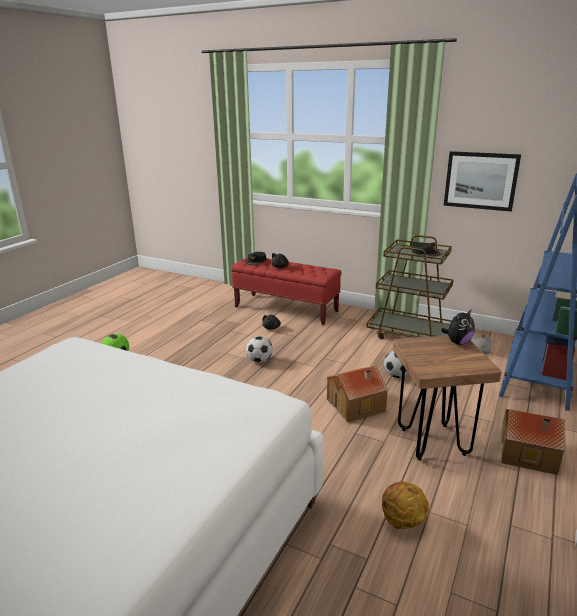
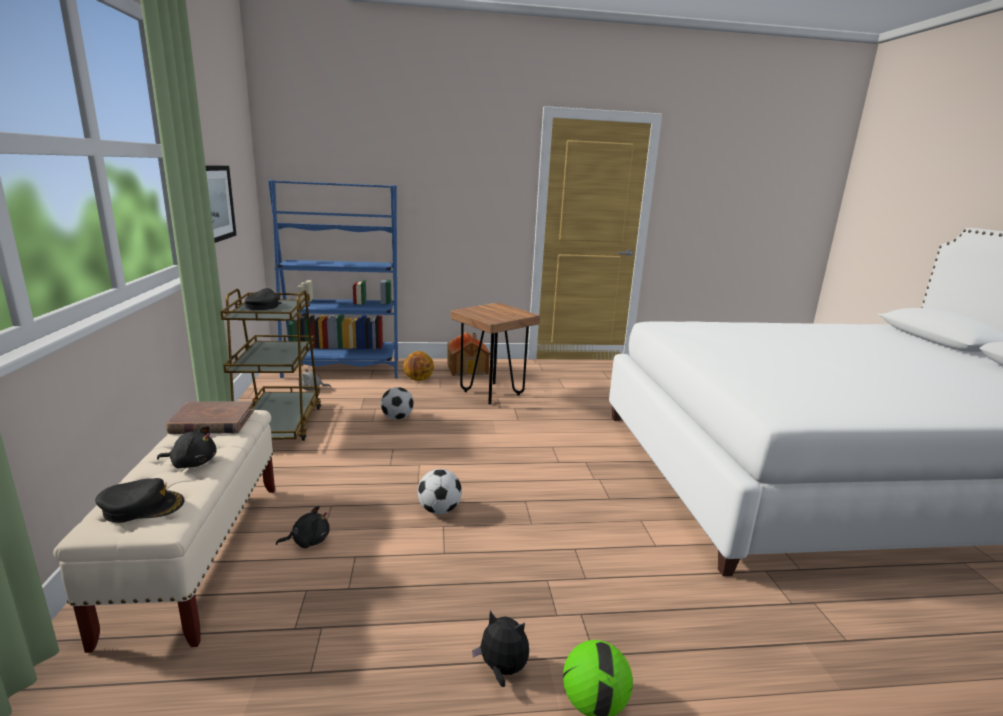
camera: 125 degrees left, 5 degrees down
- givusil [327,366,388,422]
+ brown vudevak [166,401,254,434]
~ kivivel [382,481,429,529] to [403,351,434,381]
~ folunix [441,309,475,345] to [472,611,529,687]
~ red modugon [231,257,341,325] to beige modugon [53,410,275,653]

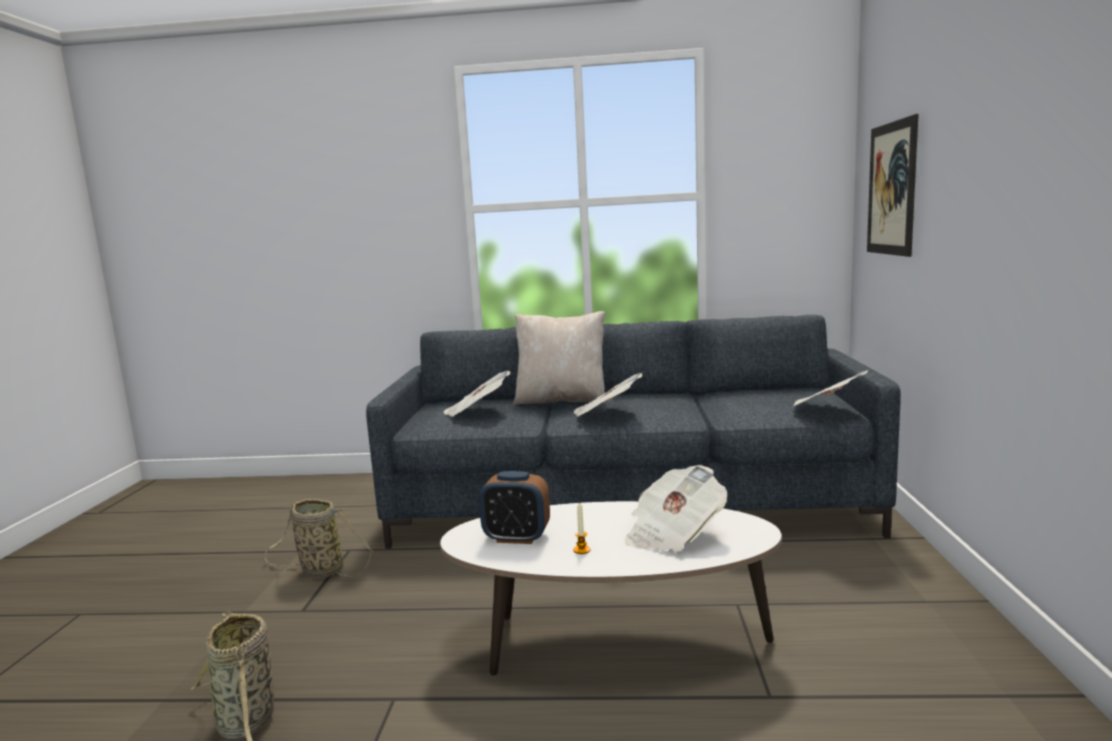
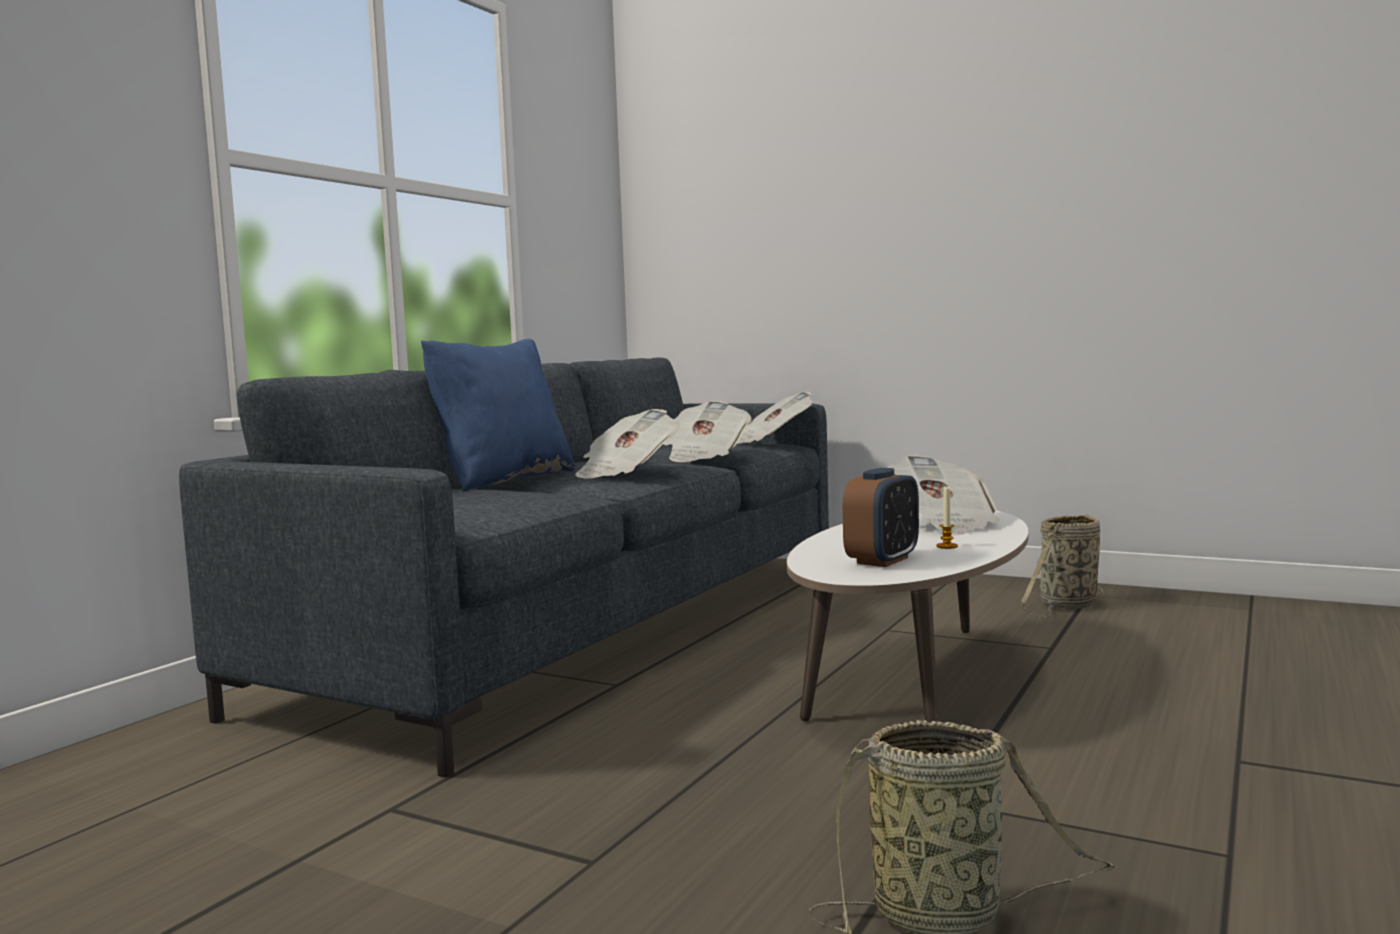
camera: 65 degrees left, 5 degrees down
- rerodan [867,114,919,257]
~ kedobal [264,499,373,578] to [1020,514,1103,618]
~ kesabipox [443,371,510,417] to [664,401,752,462]
~ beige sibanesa [513,311,606,405] to blue sibanesa [421,339,575,491]

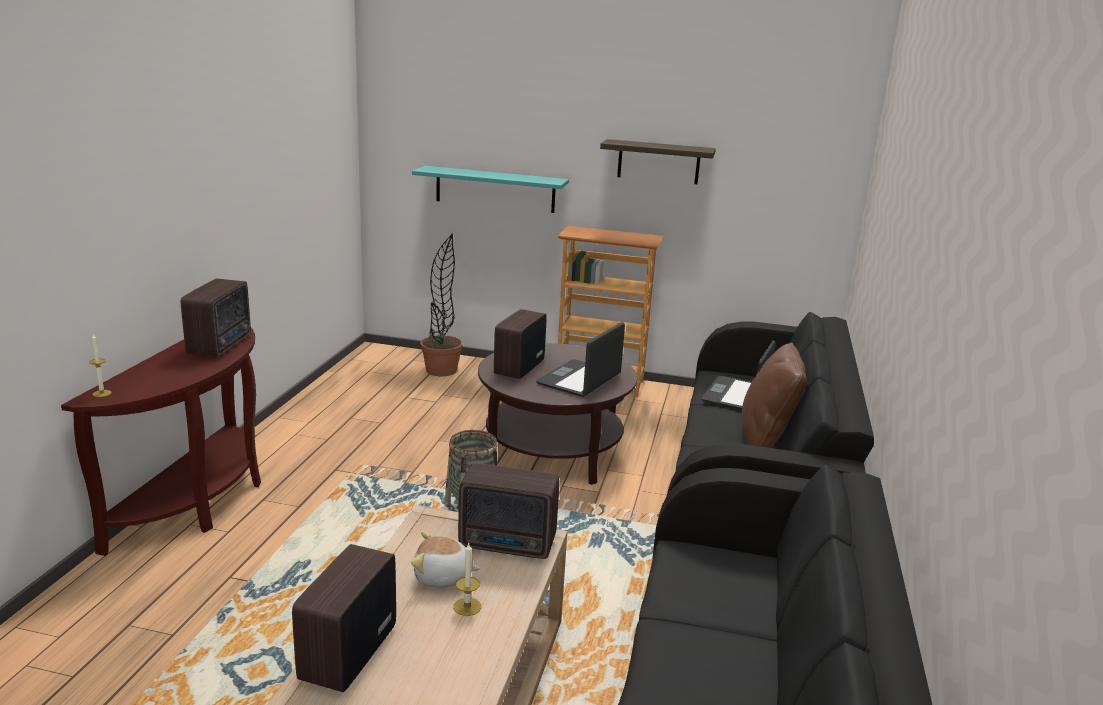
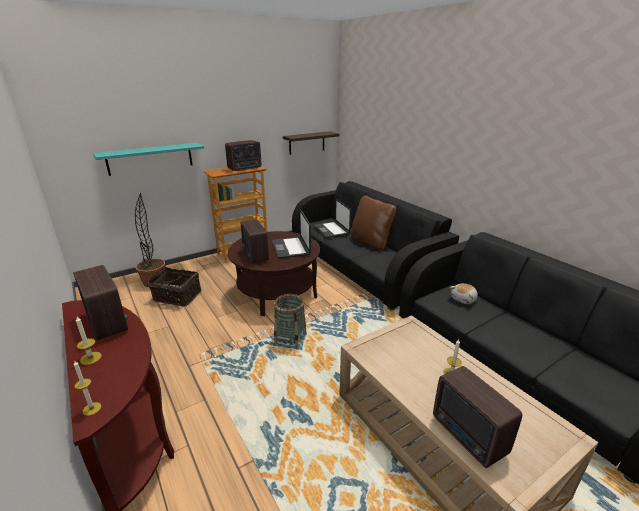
camera: 45 degrees left, 5 degrees up
+ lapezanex [76,317,102,365]
+ kedobal [147,267,202,306]
~ folunix [411,531,481,587] to [449,283,478,304]
~ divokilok [458,463,559,559] to [225,140,261,171]
~ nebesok [600,139,716,184] to [283,131,339,155]

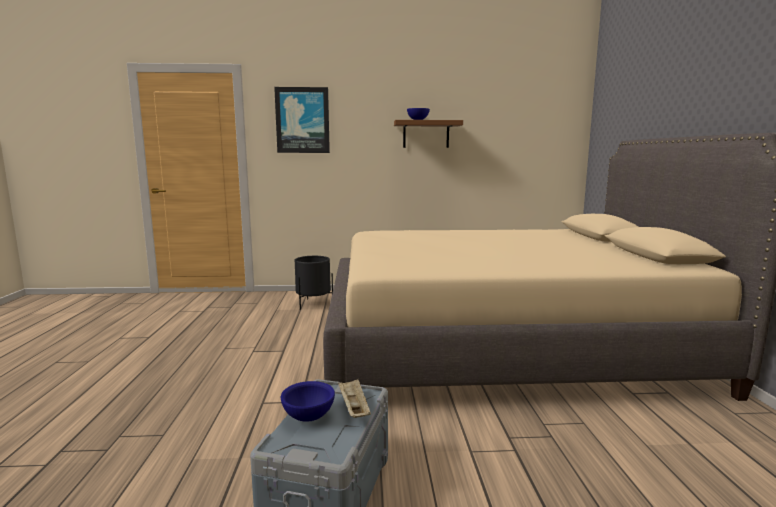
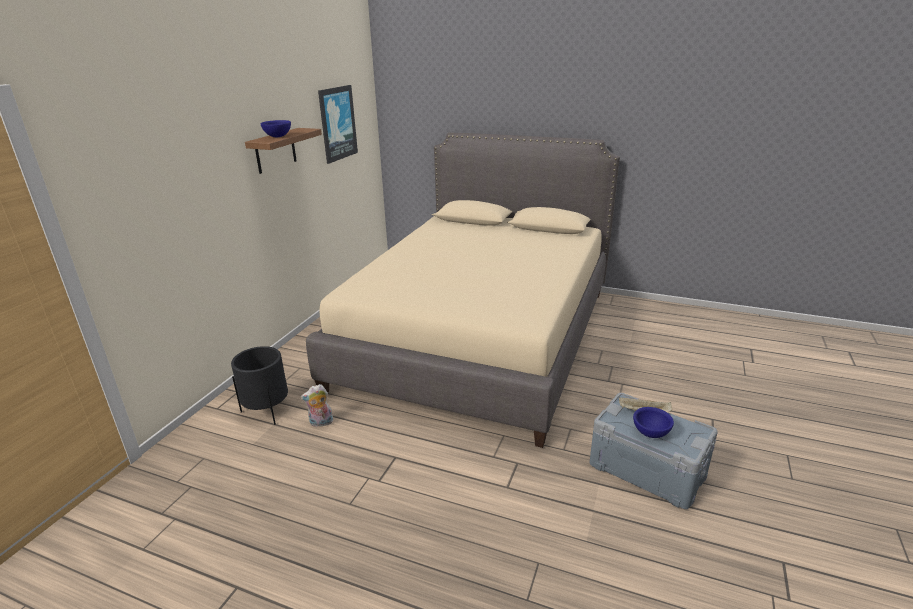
camera: 65 degrees left, 15 degrees up
+ folunix [301,384,333,427]
~ rerodan [274,87,330,153] to [318,85,358,164]

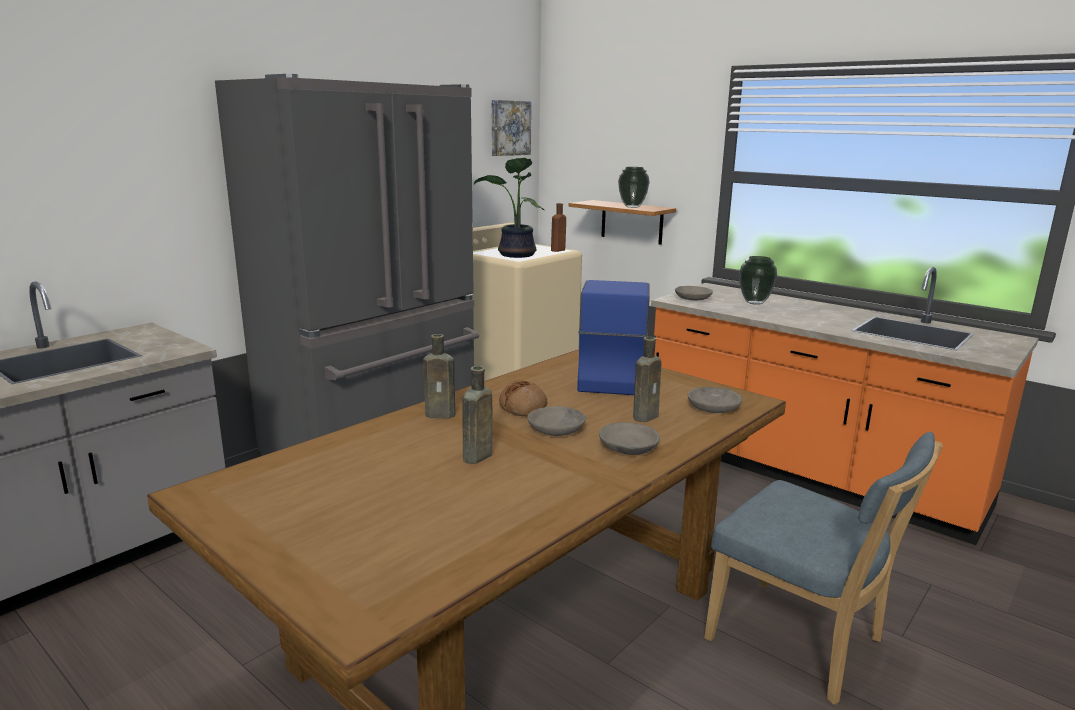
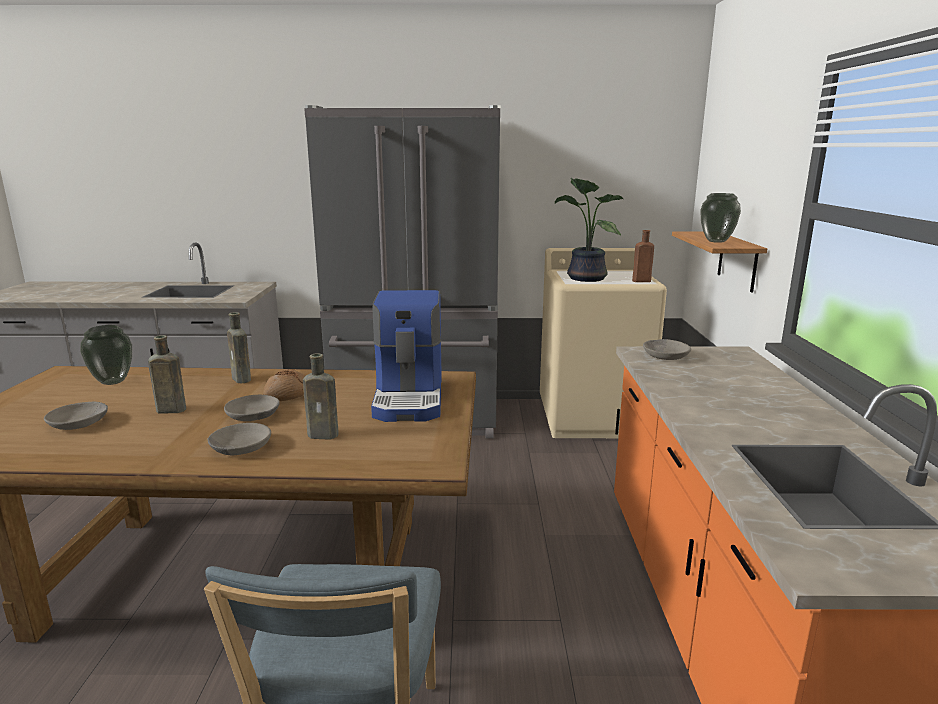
camera: 50 degrees right, 0 degrees up
- rerodan [492,100,531,156]
~ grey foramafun [688,387,742,413] to [44,402,108,430]
~ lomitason [739,256,777,305] to [80,325,132,385]
~ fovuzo [577,280,650,395] = [371,290,442,422] 120 degrees clockwise

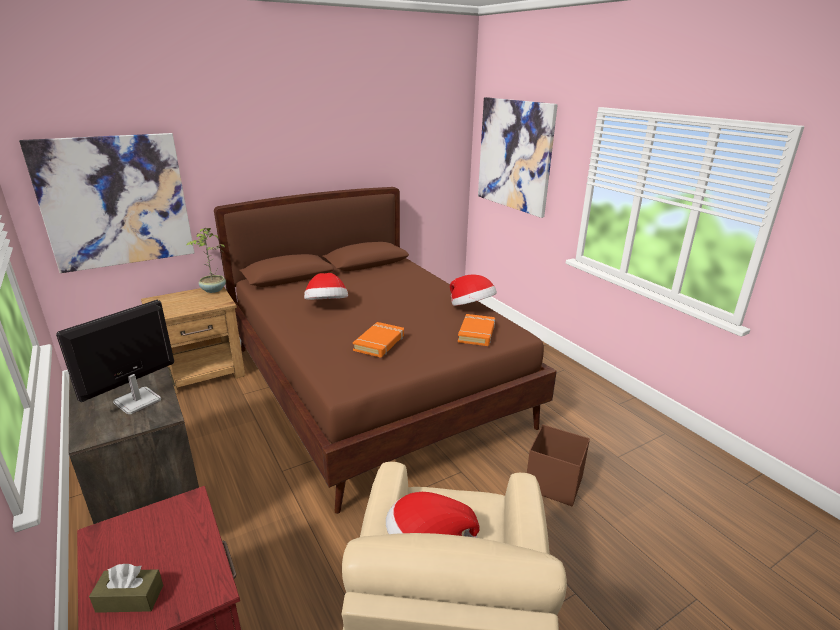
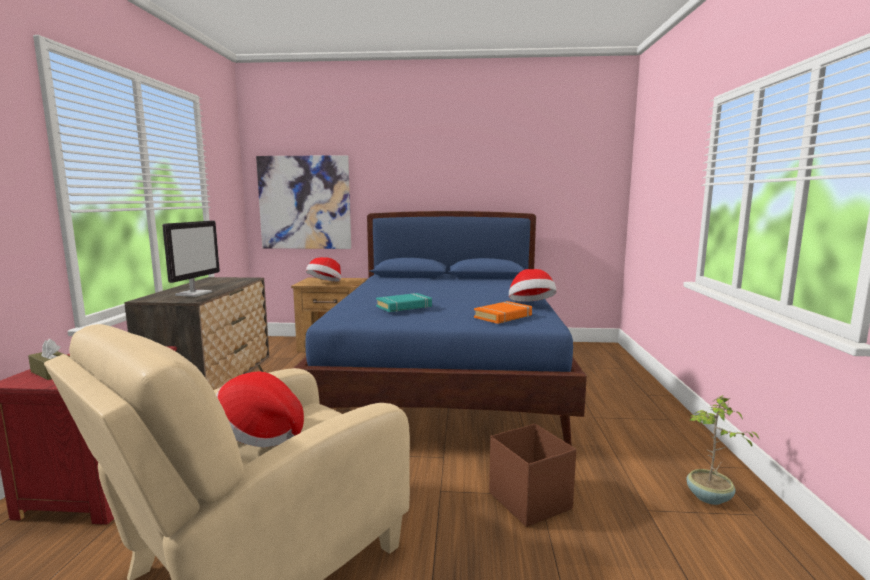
camera: 35 degrees right, 15 degrees down
- rerodan [478,97,558,218]
~ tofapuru [187,227,226,293] to [686,395,759,505]
~ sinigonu [304,273,348,300] to [306,257,341,282]
~ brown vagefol [214,187,557,514] to blue vagefol [293,211,587,446]
~ orange vudevak [353,322,404,358] to turquoise vudevak [376,293,432,312]
~ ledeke [56,300,174,414] = [162,221,220,297] 120 degrees clockwise

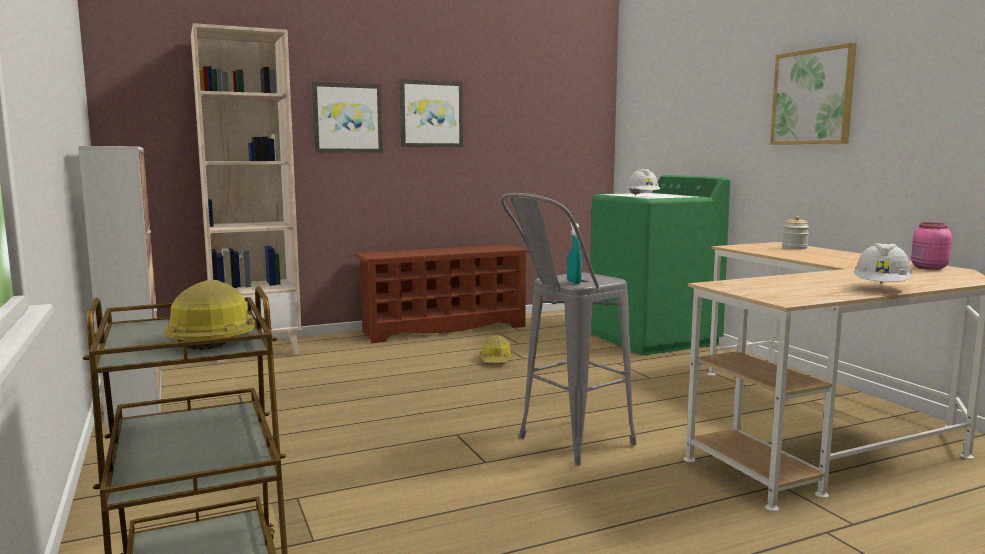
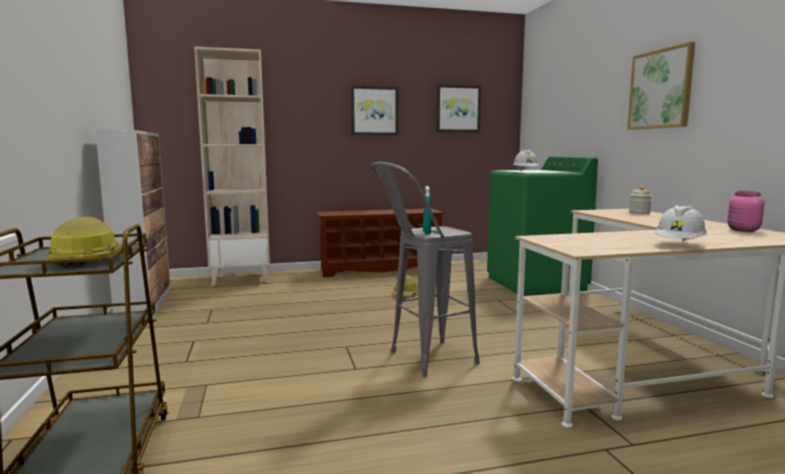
camera: 10 degrees right, 0 degrees up
~ rerodan [312,82,383,153] to [436,84,481,132]

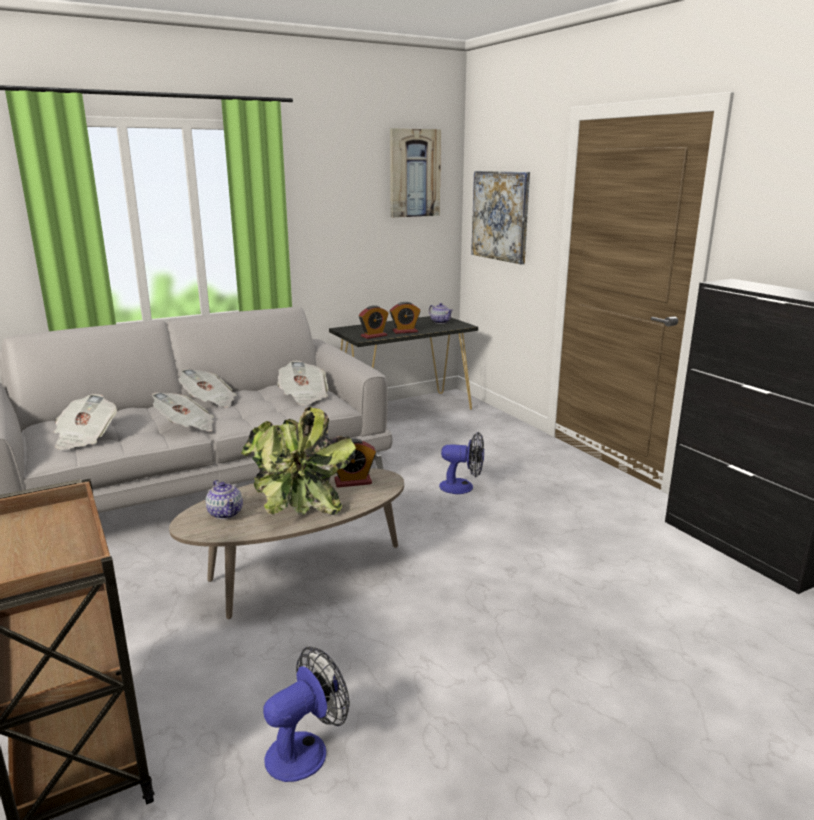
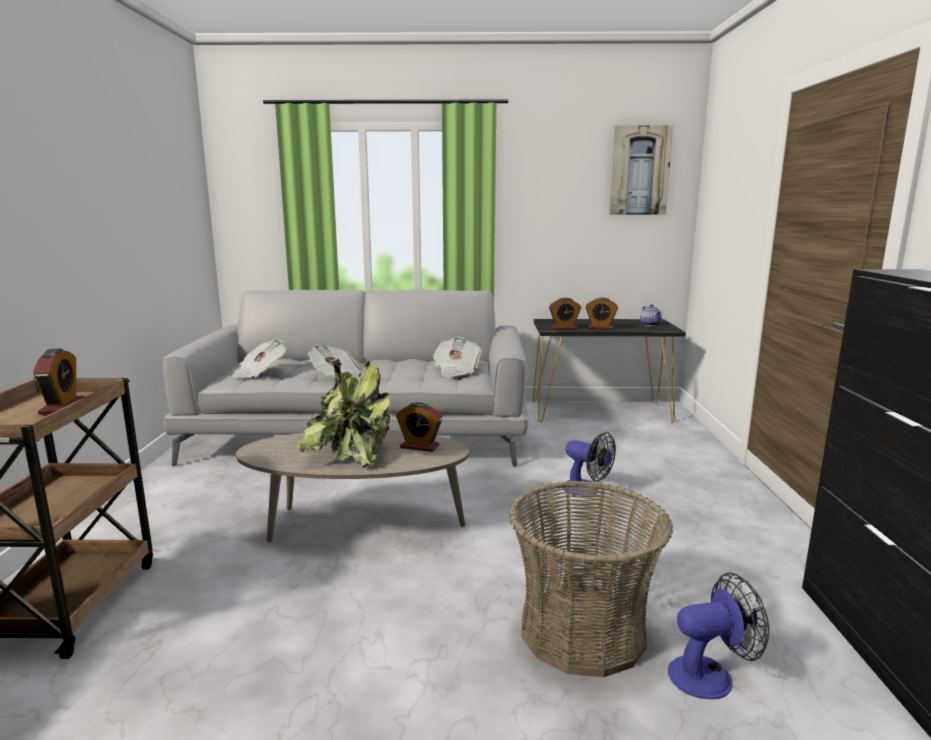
camera: 30 degrees right, 5 degrees down
- kesabipox [178,369,237,407]
- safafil [206,480,243,519]
- rerodan [471,171,530,264]
+ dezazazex [33,348,85,415]
+ kedobal [509,481,673,677]
~ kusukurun [263,646,350,782] to [668,572,769,699]

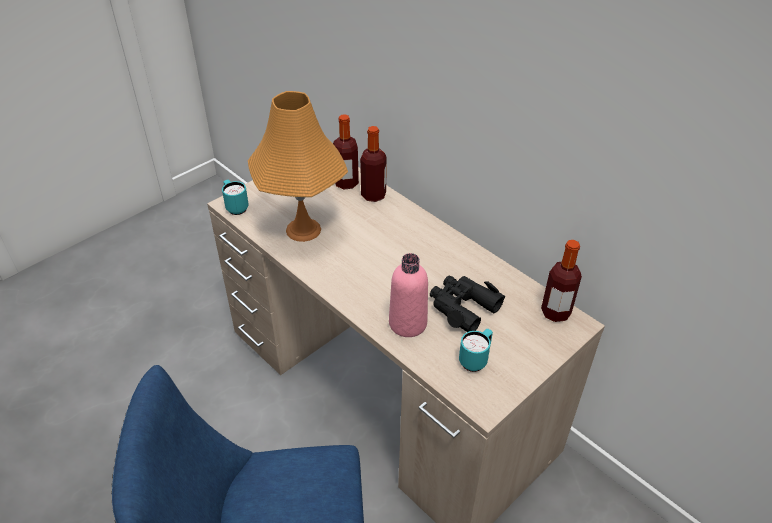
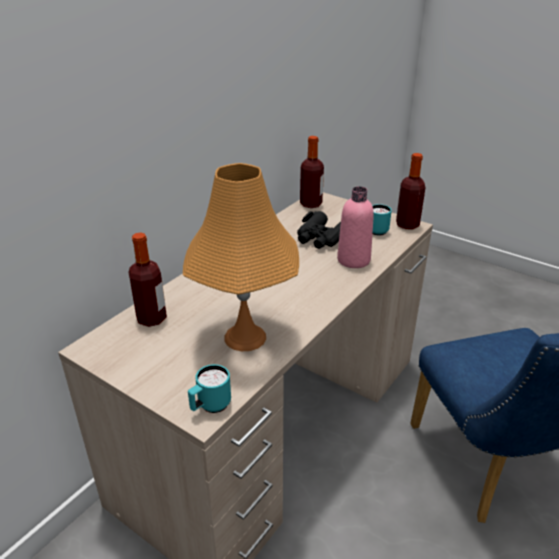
camera: 100 degrees left, 10 degrees down
~ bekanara [360,126,387,202] to [396,153,426,229]

